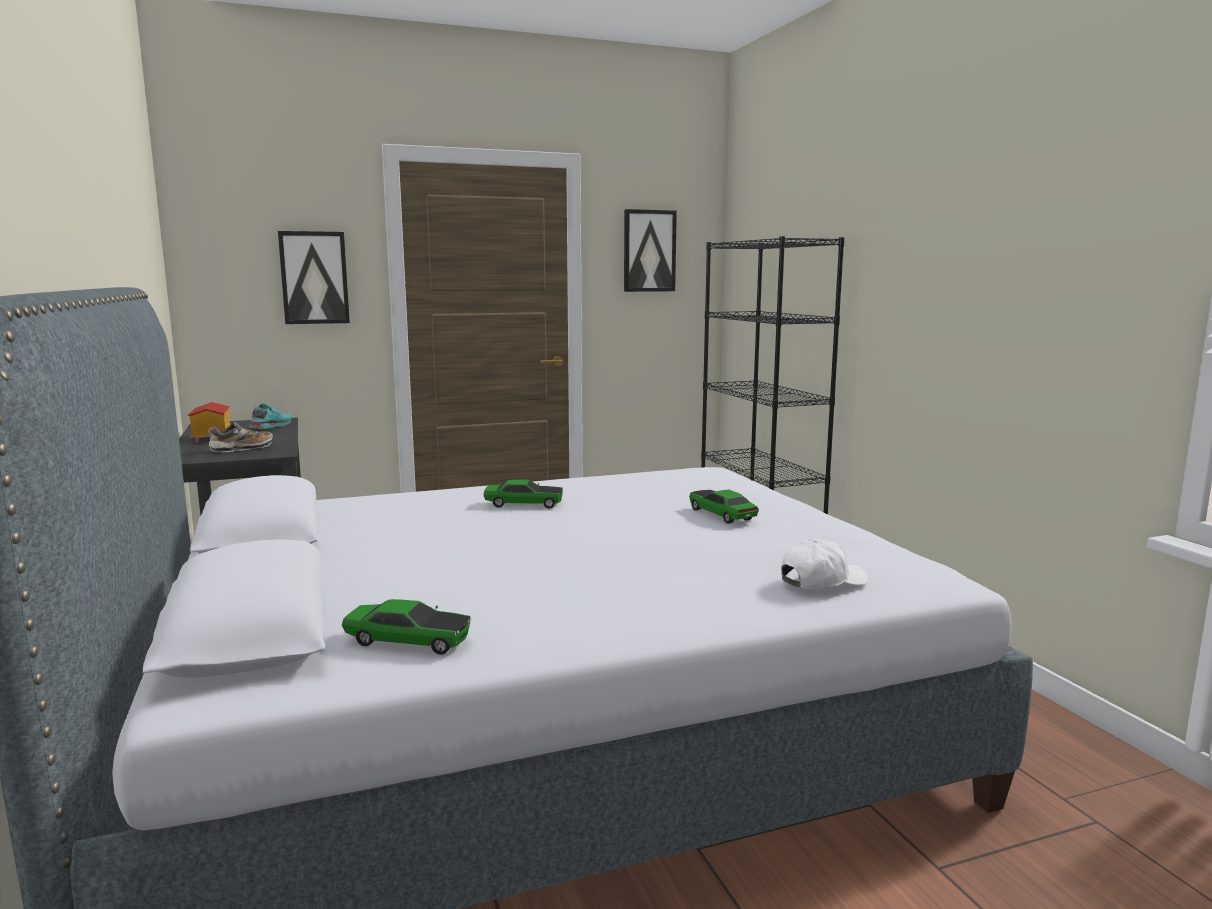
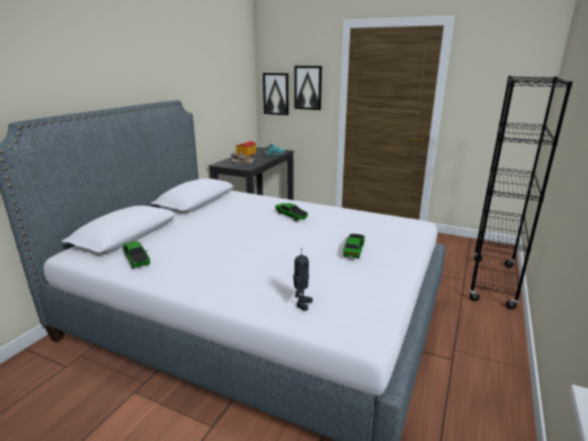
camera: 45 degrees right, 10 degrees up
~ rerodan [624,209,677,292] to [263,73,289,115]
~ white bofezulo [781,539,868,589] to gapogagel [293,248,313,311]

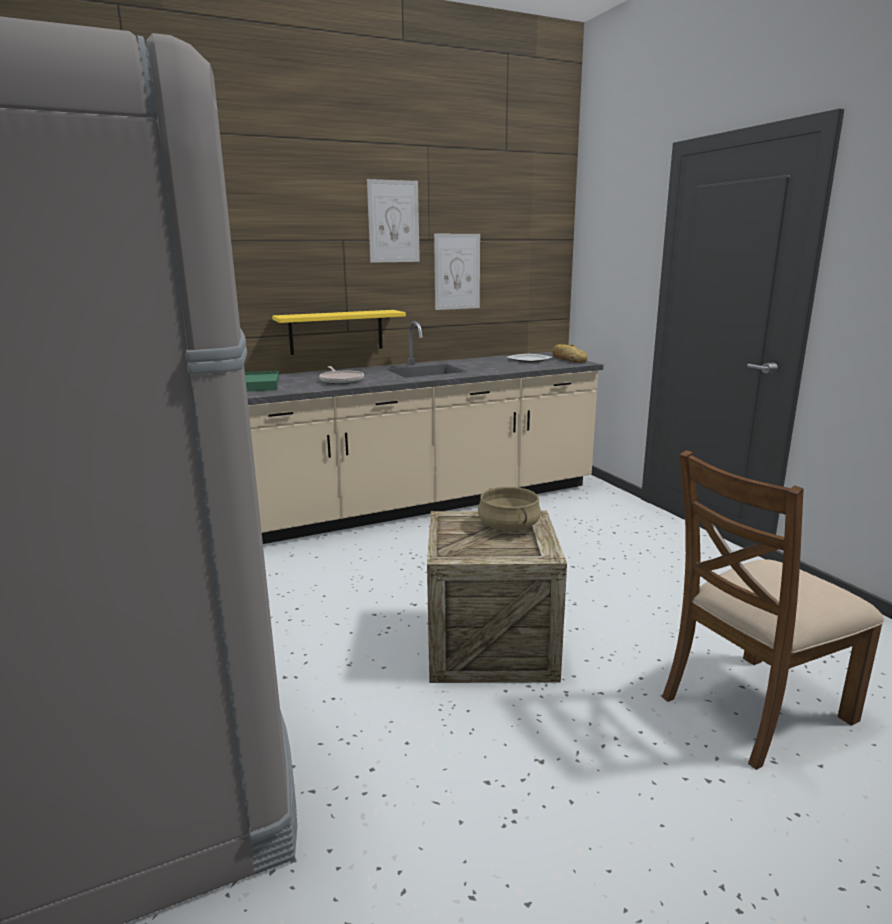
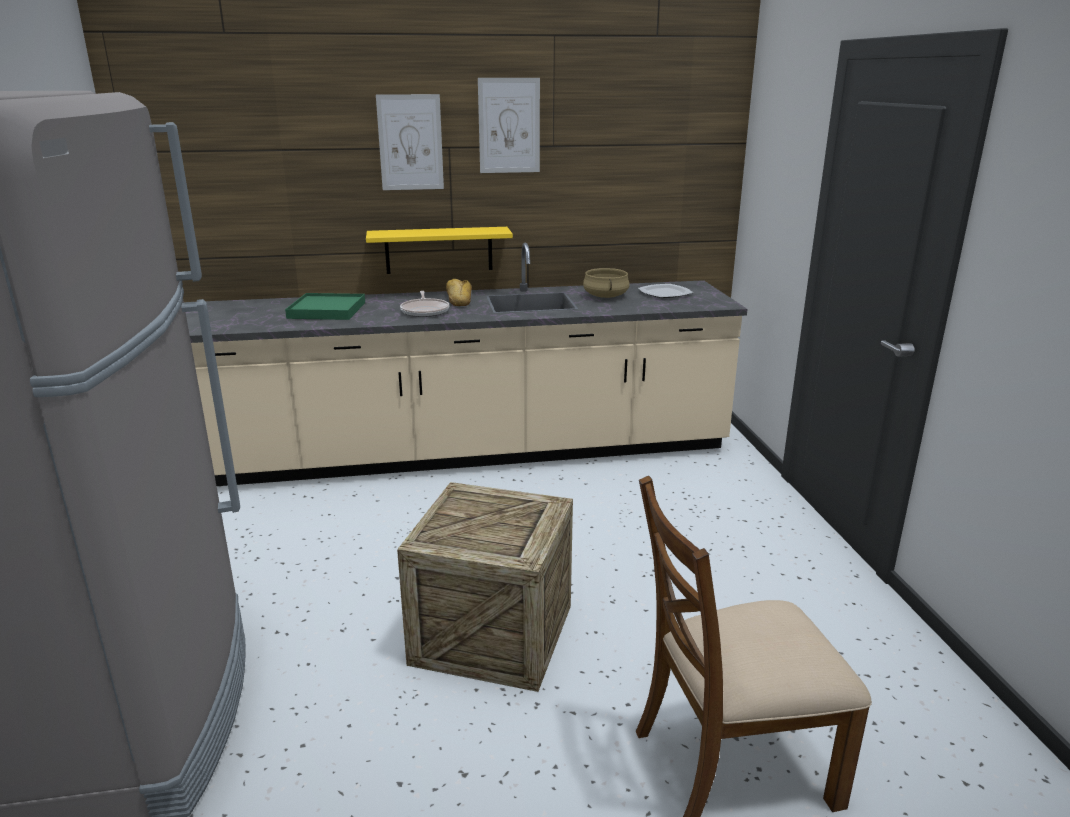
camera: 15 degrees right, 5 degrees up
~ rerodan [434,234,480,310] to [376,94,444,190]
~ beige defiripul [478,487,541,531] to [583,268,630,298]
~ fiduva [553,344,588,363] to [446,279,472,306]

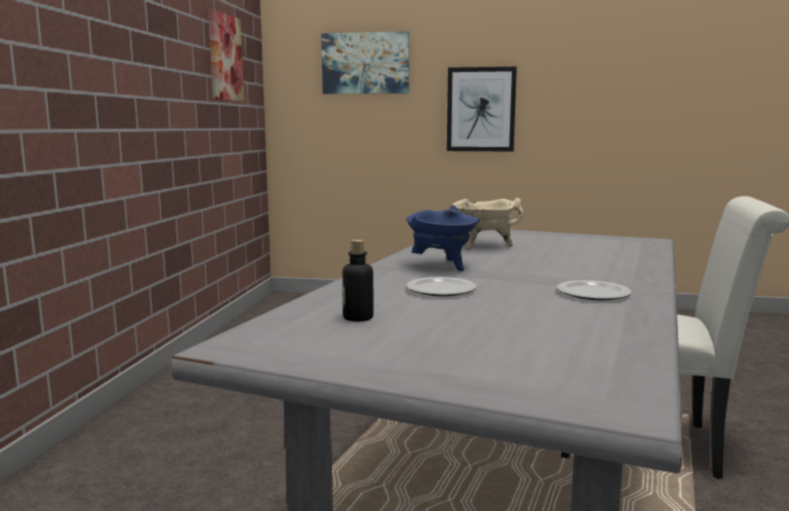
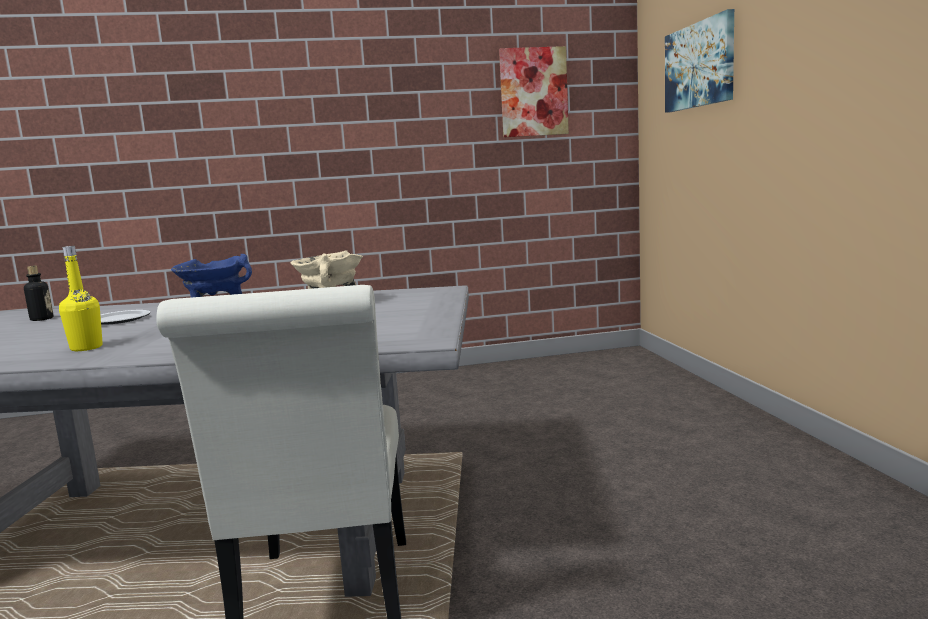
camera: 70 degrees right, 0 degrees up
- rerodan [447,67,517,152]
~ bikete [557,280,632,300] to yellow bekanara [59,246,103,351]

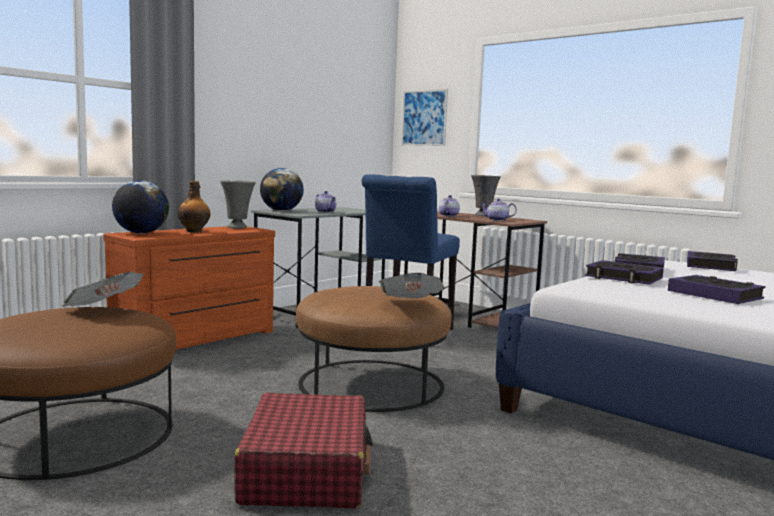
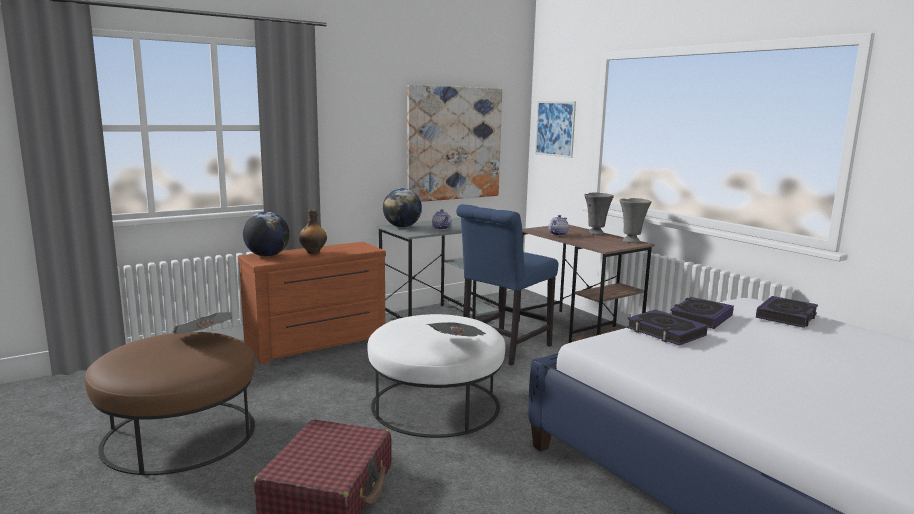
camera: 15 degrees right, 5 degrees up
- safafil [480,198,517,221]
- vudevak [668,275,766,304]
+ rerodan [407,85,502,202]
~ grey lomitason [220,180,256,229] to [620,198,651,243]
~ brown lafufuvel [296,286,452,412] to white lafufuvel [367,314,505,438]

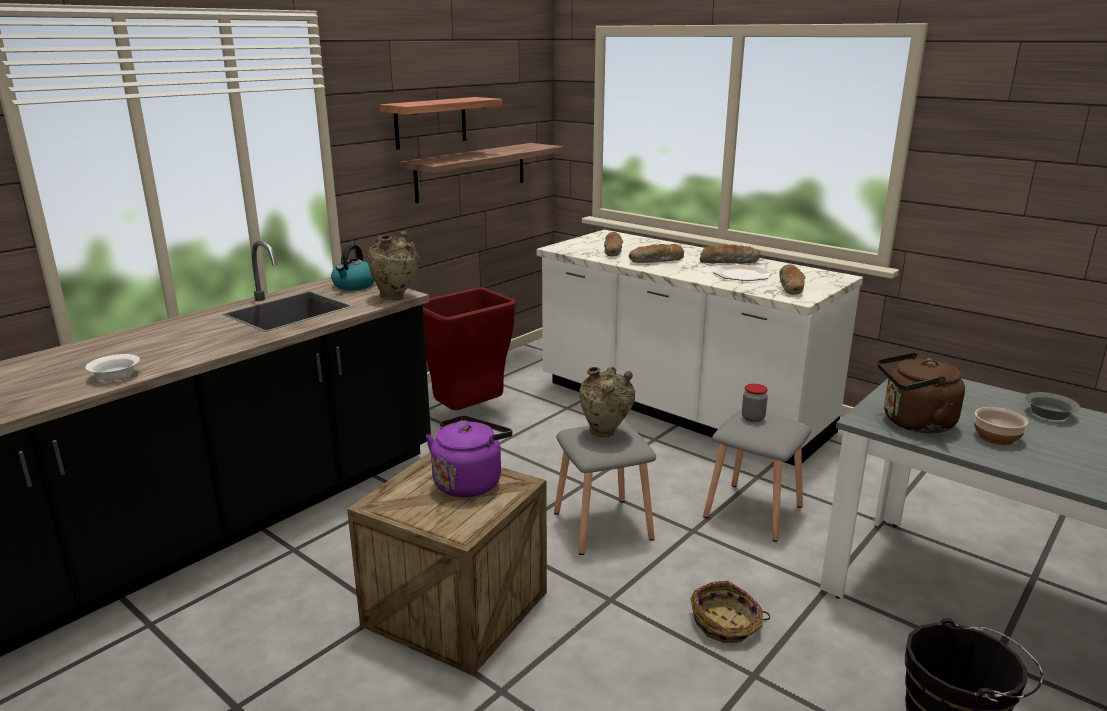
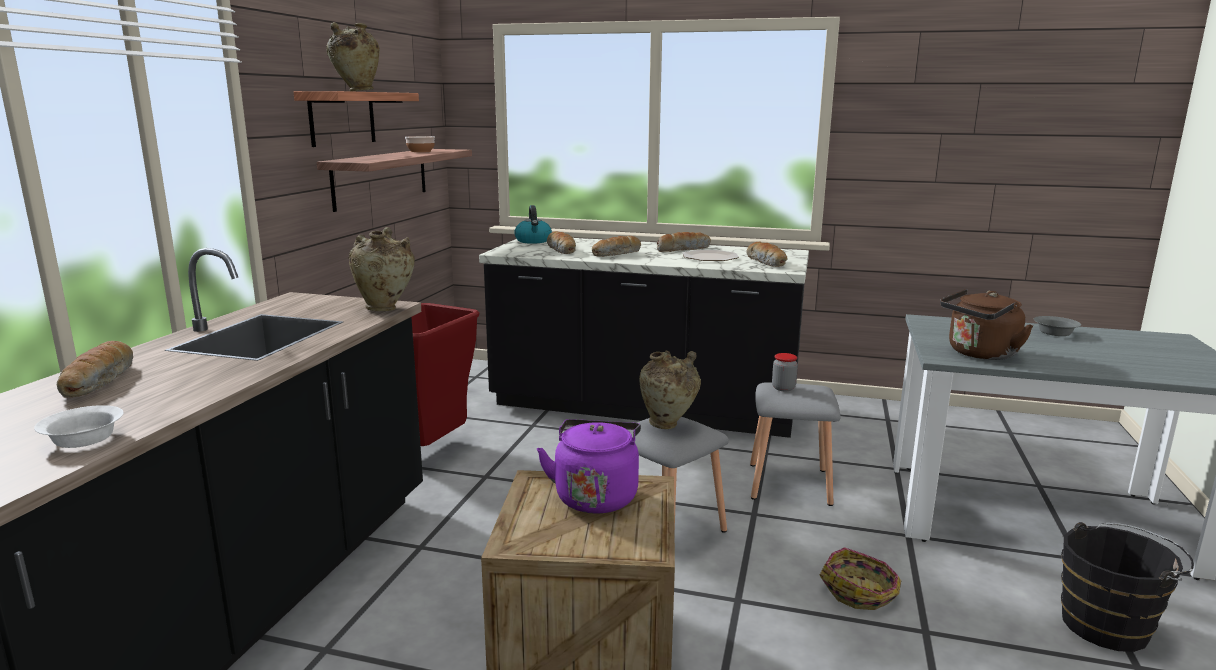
camera: 25 degrees left, 5 degrees down
+ fiduva [57,341,133,397]
+ beige lomitason [326,22,380,92]
~ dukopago [331,244,374,291] to [514,205,552,244]
~ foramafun [974,407,1028,445] to [405,136,435,152]
~ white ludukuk [537,230,863,466] to black ludukuk [479,238,809,438]

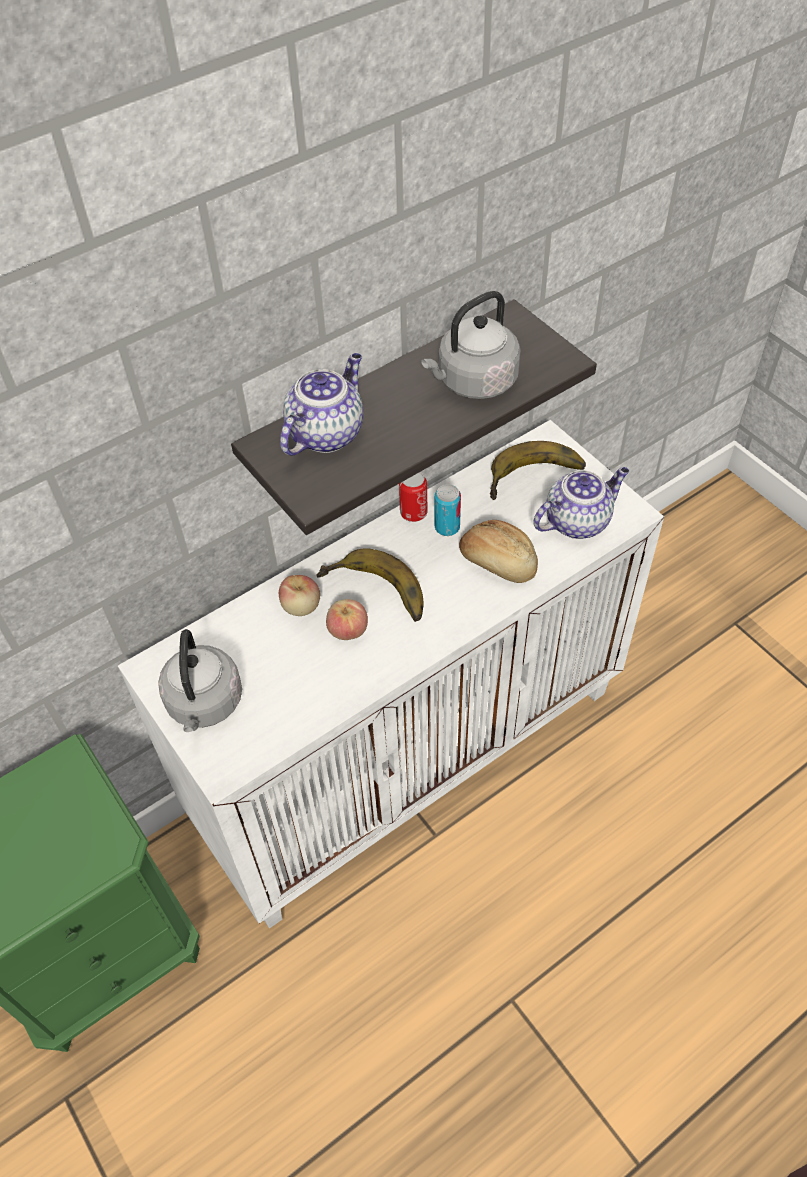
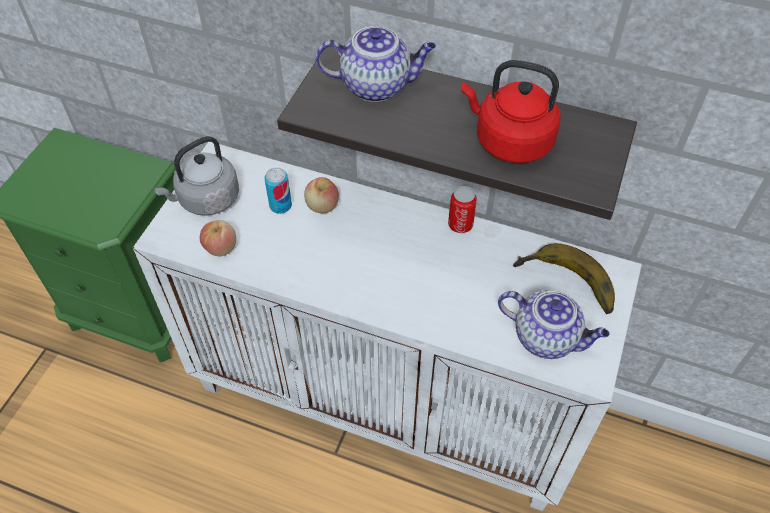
camera: 55 degrees right, 0 degrees up
- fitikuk [316,548,423,622]
- fiduva [459,520,538,583]
~ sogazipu [326,599,368,640] to [200,220,236,256]
~ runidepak [435,484,461,536] to [264,167,292,214]
~ grey dukopago [421,291,521,399] to red dukopago [461,60,561,163]

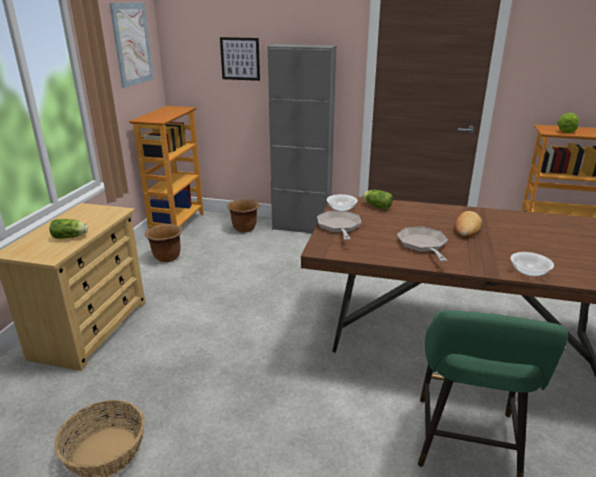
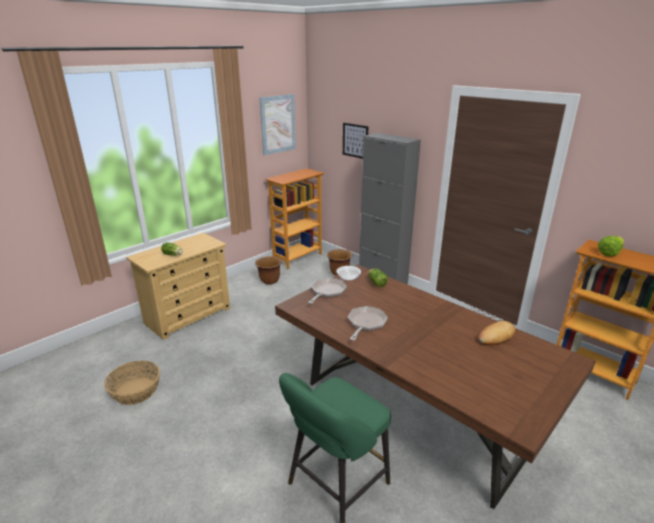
camera: 30 degrees right, 0 degrees up
- foramafun [510,252,554,277]
~ fiduva [454,211,482,238] to [479,321,516,345]

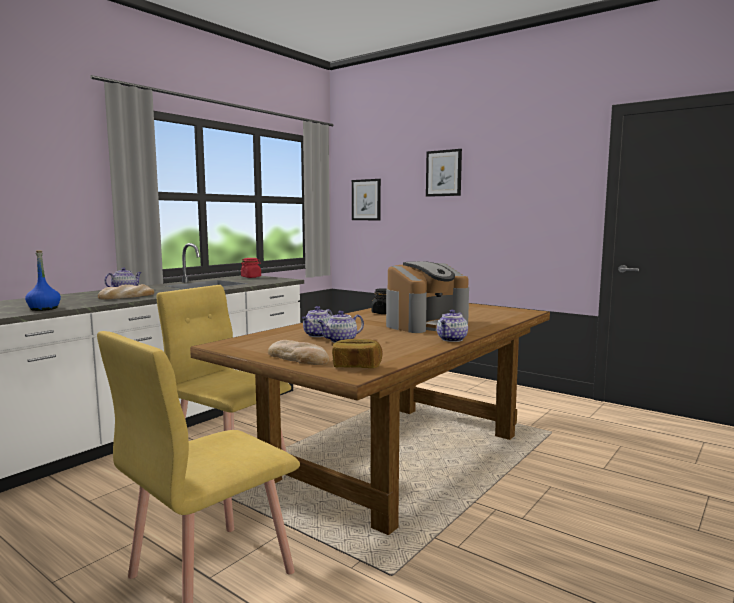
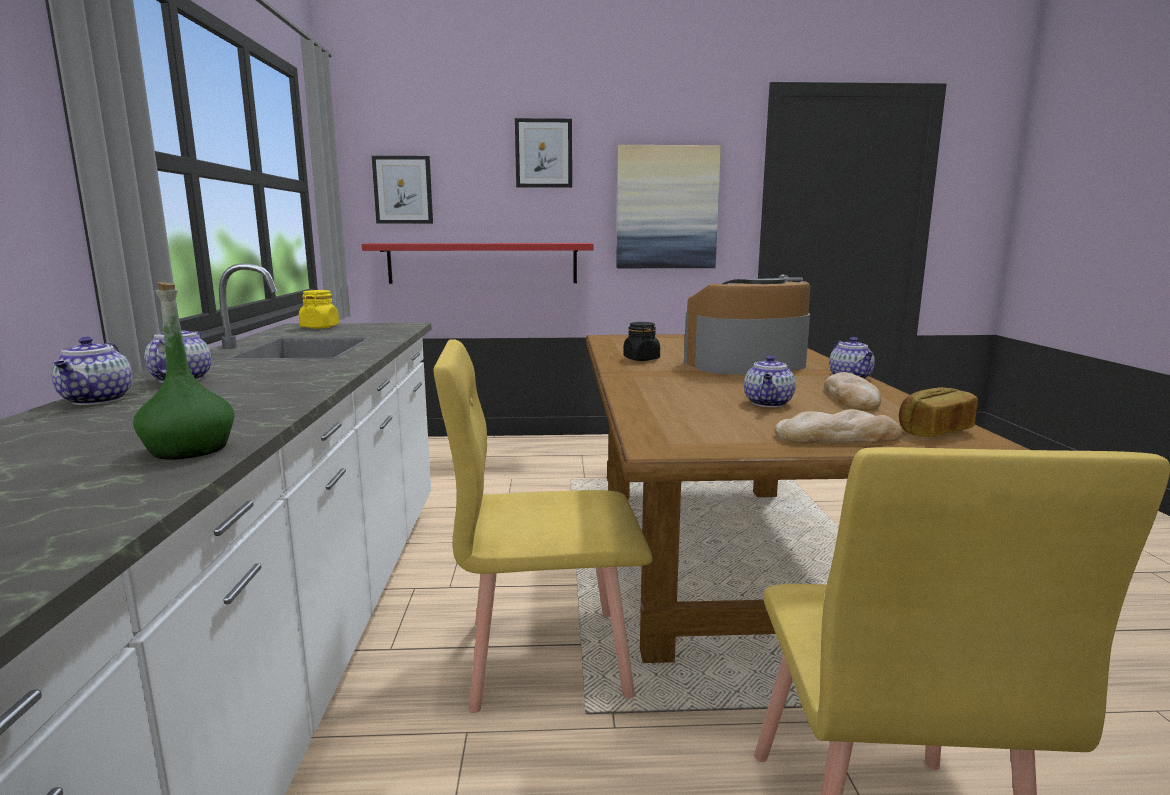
camera: 40 degrees left, 5 degrees up
+ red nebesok [362,243,593,284]
+ rerodan [616,145,721,268]
~ fiduva [98,284,154,299] to [824,372,881,411]
~ safafil [302,306,333,337] to [51,337,132,405]
~ blue bekanara [25,250,61,311] to green bekanara [133,282,234,460]
~ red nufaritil [241,258,261,278] to yellow nufaritil [299,290,339,329]
~ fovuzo [386,261,469,333] = [684,278,810,375] 120 degrees counterclockwise

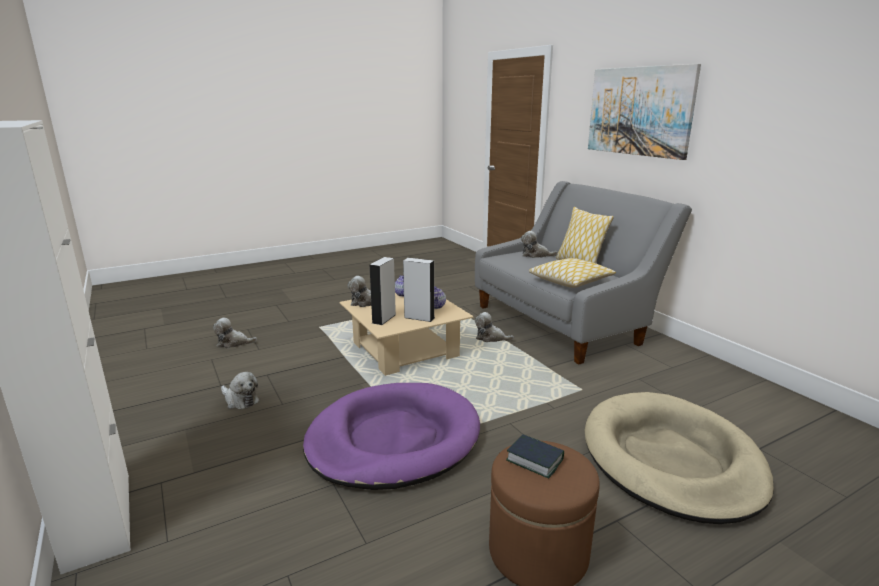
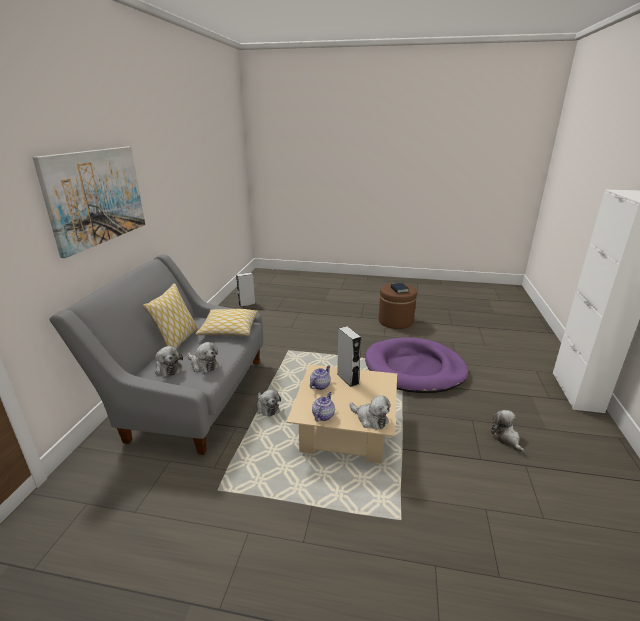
camera: 140 degrees left, 5 degrees up
- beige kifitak [585,392,774,524]
~ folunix [213,318,257,349] to [187,342,219,373]
~ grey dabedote [370,257,396,325] to [236,272,255,307]

